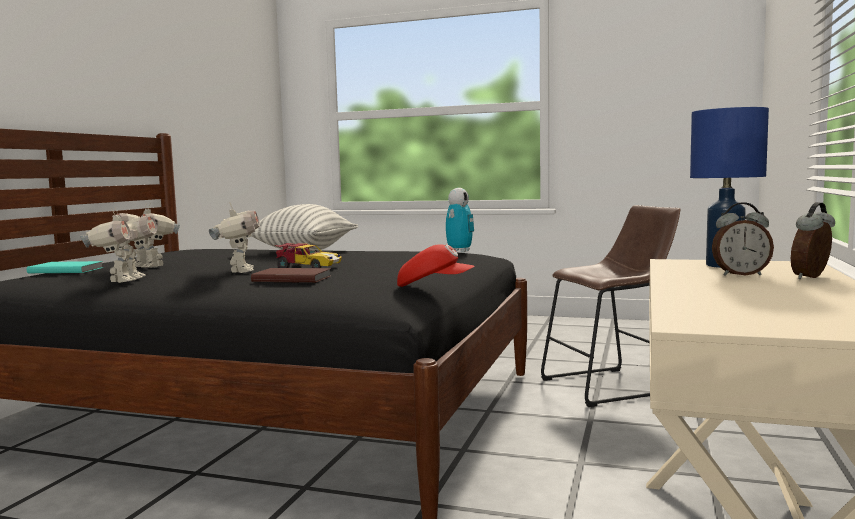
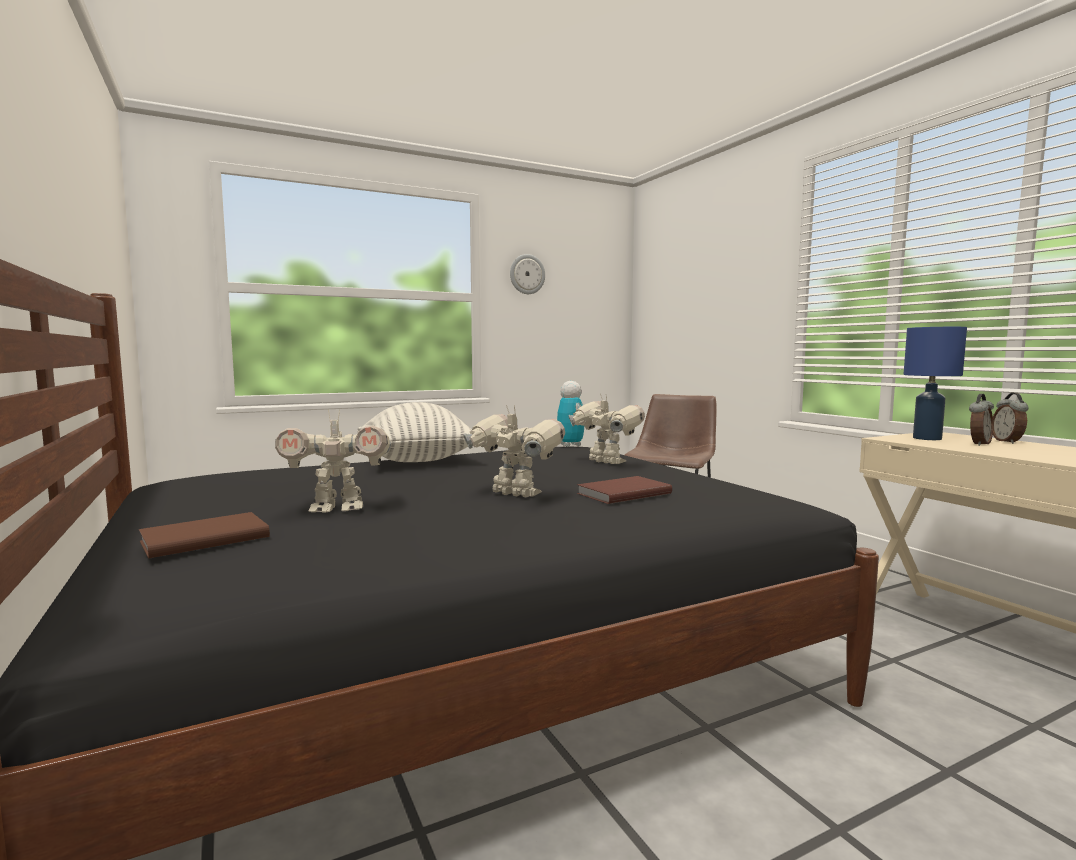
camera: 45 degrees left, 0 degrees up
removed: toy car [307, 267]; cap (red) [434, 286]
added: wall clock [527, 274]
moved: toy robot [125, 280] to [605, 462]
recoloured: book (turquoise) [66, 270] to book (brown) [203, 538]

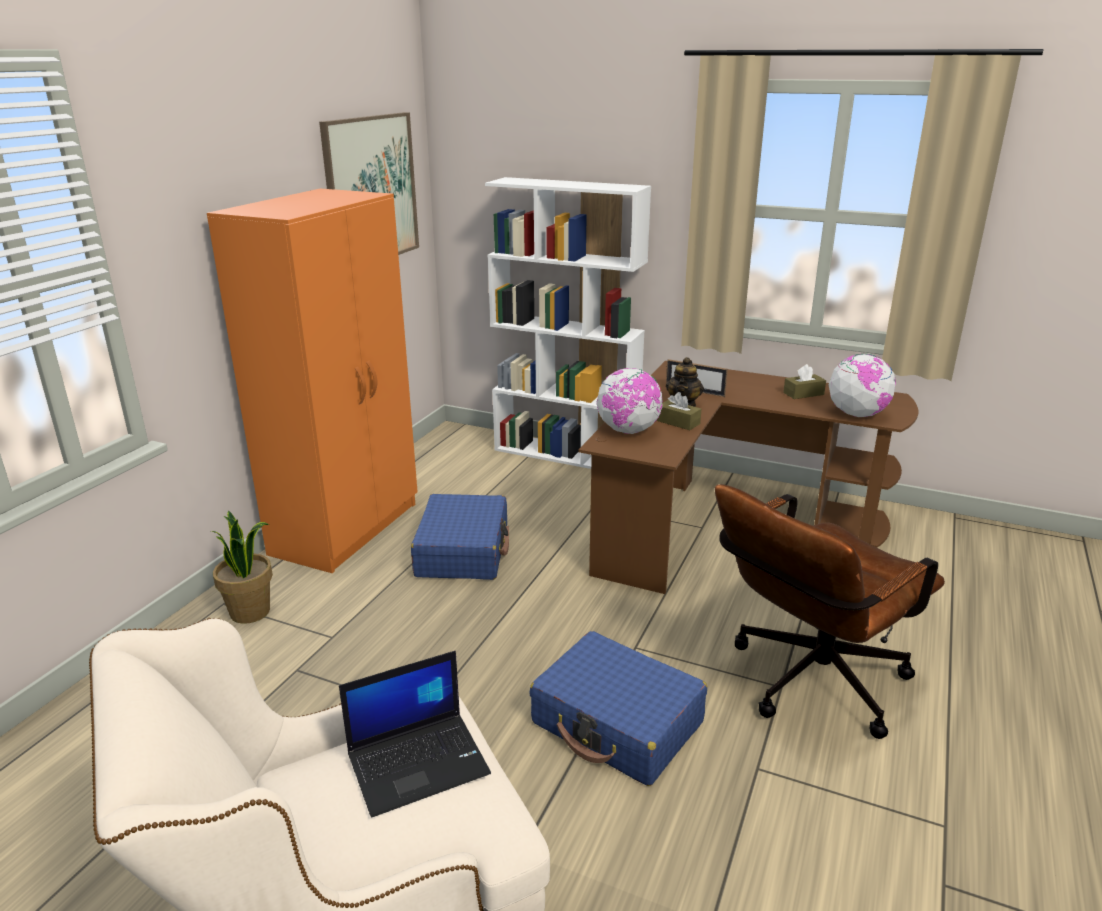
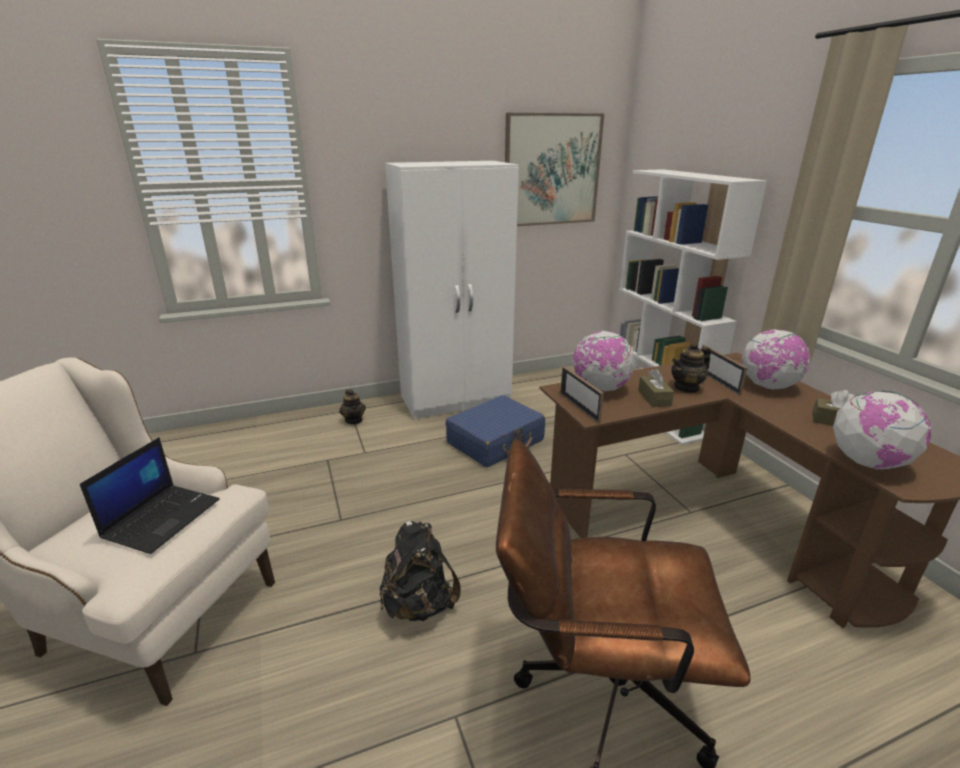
camera: 45 degrees right, 0 degrees up
added: picture frame [579, 407]; globe [768, 386]
replaced: potted plant [251, 612] to teapot [354, 420]; suitcase (blue) [617, 723] to backpack (black) [419, 604]
recoloured: wardrobe (orange) [348, 528] to wardrobe (white) [456, 399]
turned: laptop [419, 762] = [162, 517] 90 degrees counterclockwise

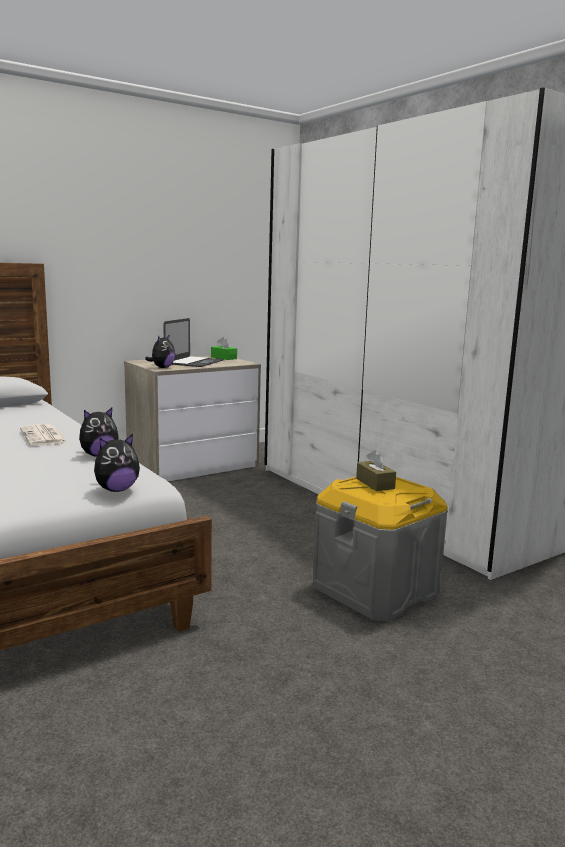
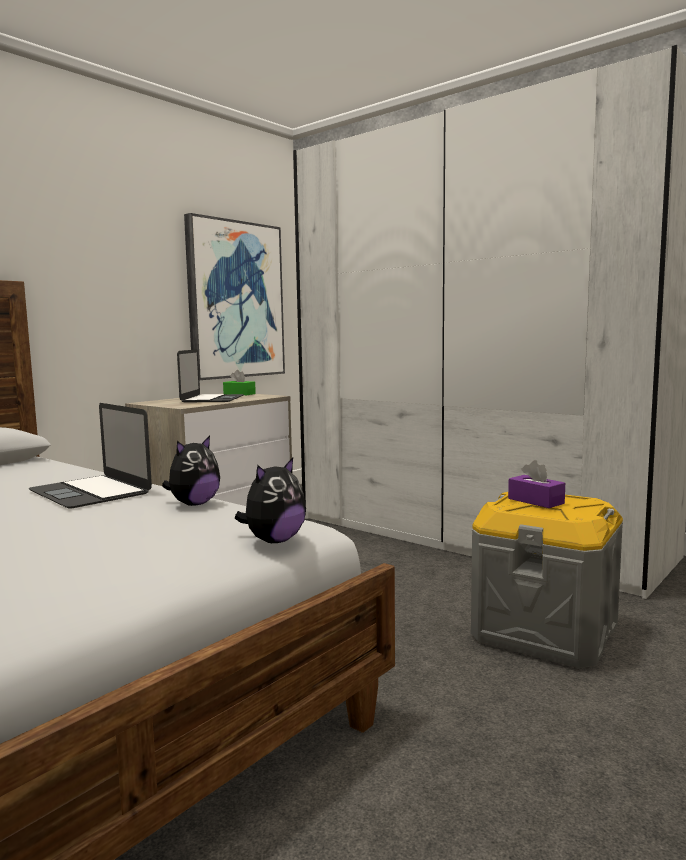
camera: 15 degrees left, 5 degrees down
removed: plush toy [162, 367]
added: picture [235, 300]
replaced: newspaper [44, 436] to laptop [90, 492]
recoloured: tissue box (brown) [375, 483] to tissue box (purple) [535, 501]

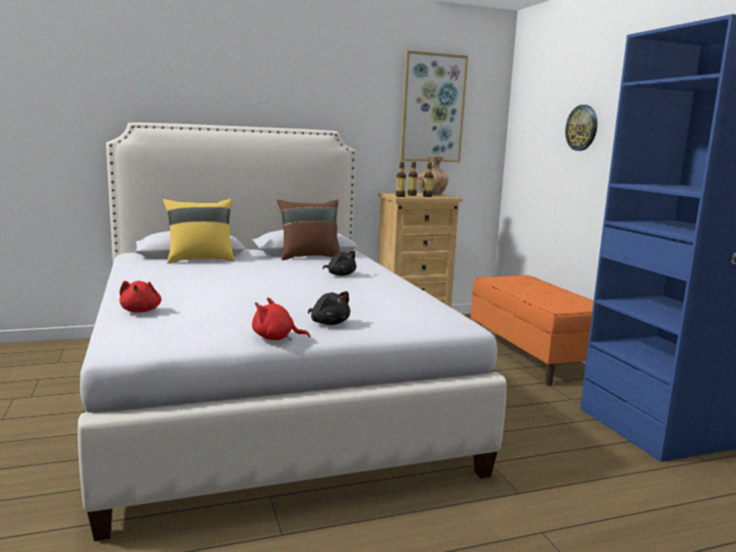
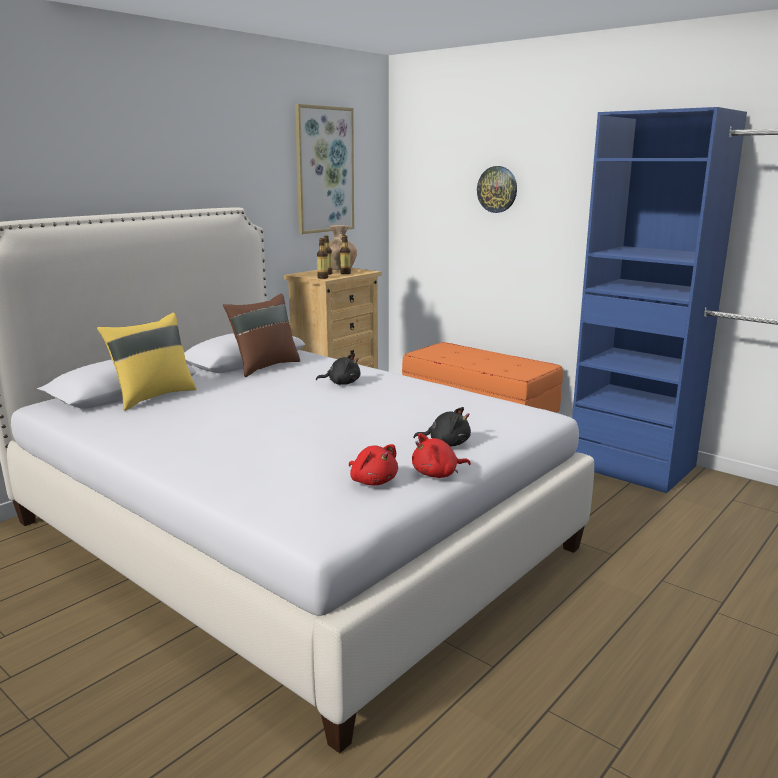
camera: 30 degrees left, 5 degrees up
moved: plush toy (red) [141, 311] to [373, 481]

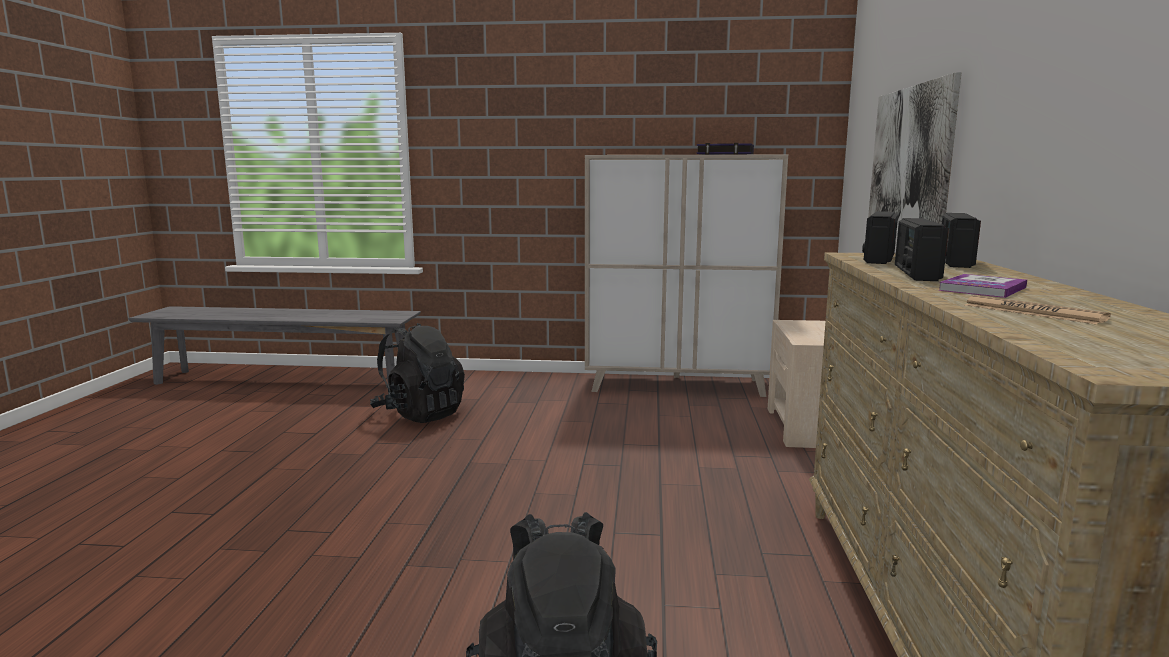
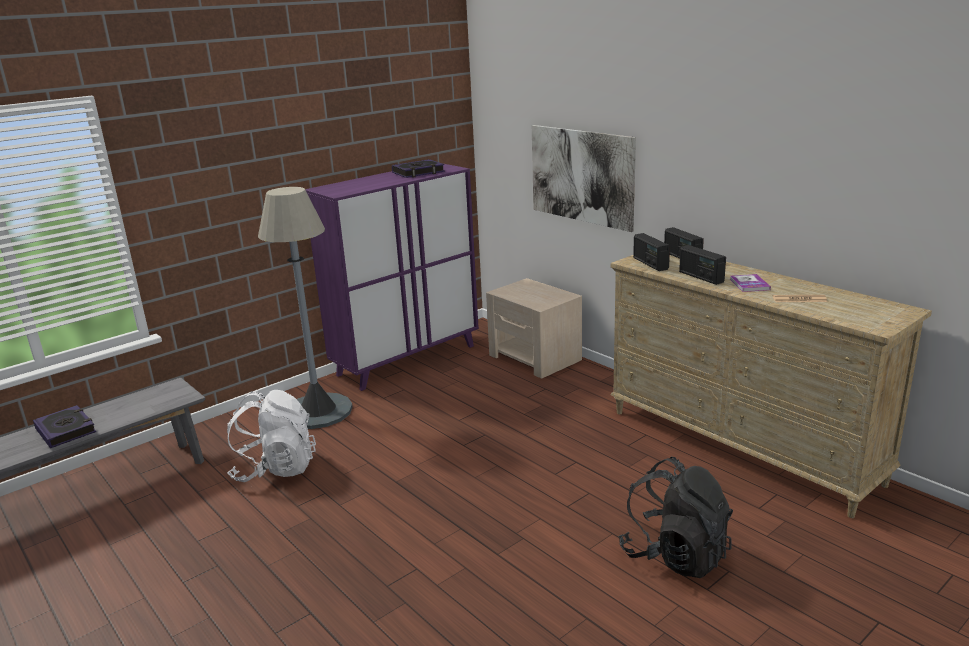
camera: 45 degrees left, 10 degrees up
added: book [66, 430]; floor lamp (grey) [317, 411]
recoloured: backpack (black) [419, 414] to backpack (white) [275, 469]; cabinet (beige) [677, 385] to cabinet (purple) [407, 360]

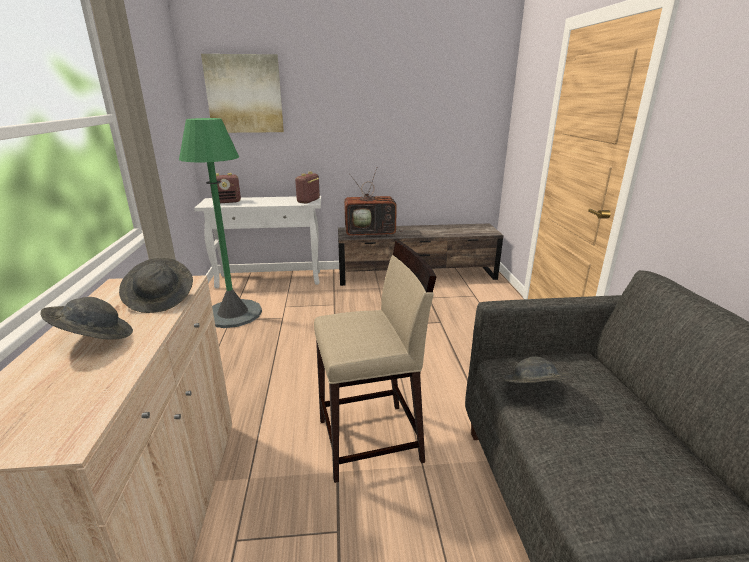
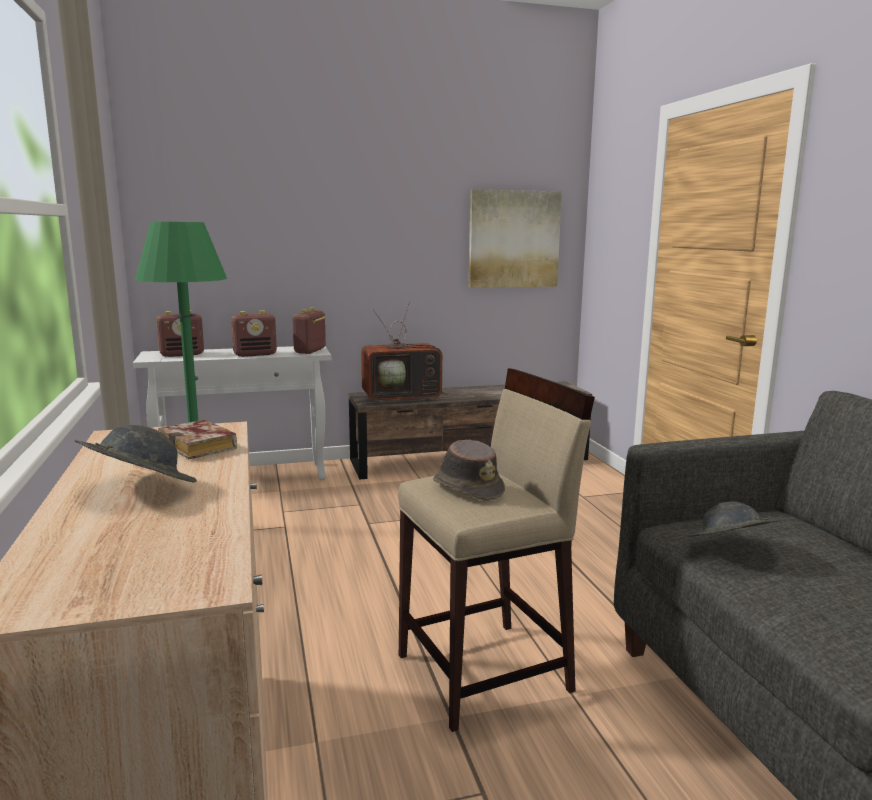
camera: 10 degrees left, 10 degrees down
added: radio [255, 354]; hat (brown) [468, 488]
moved: picture [244, 94] to [513, 239]
replaced: hat (grey) [160, 299] to book [201, 447]

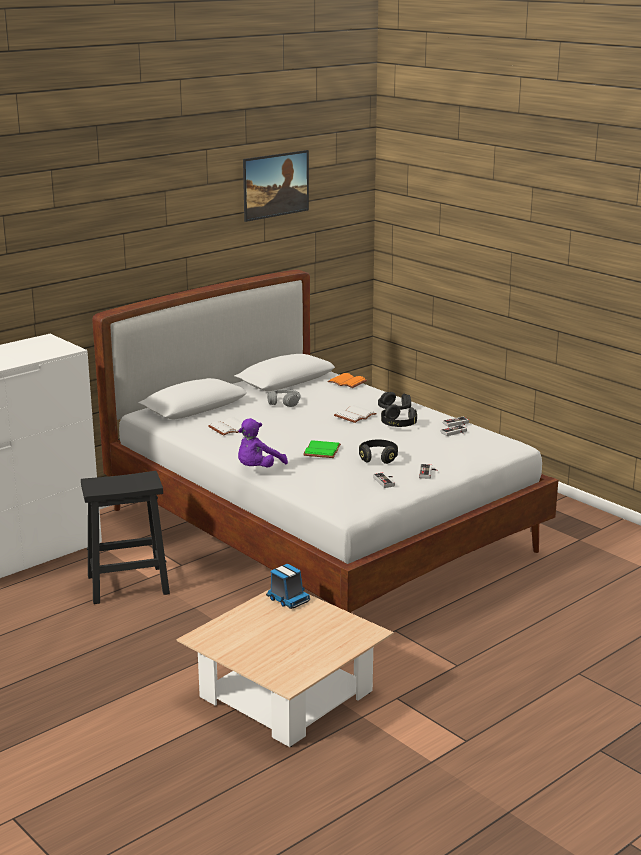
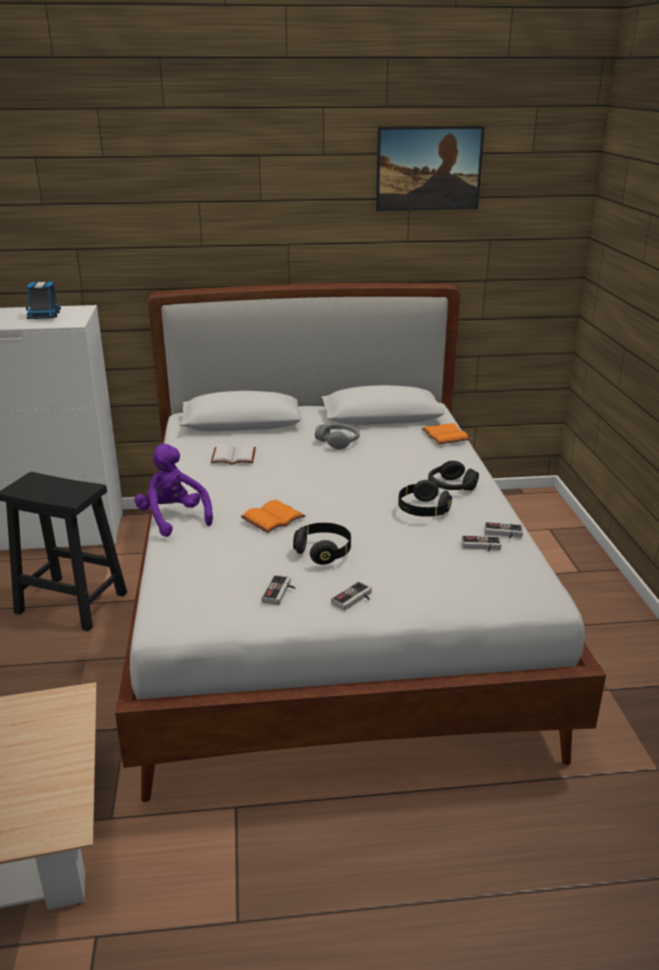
camera: 35 degrees right, 5 degrees up
removed: book (white) [355, 416]
moved: toy truck [287, 599] to [44, 315]
recoloured: book (green) [323, 451] to book (orange) [273, 519]
turned: plush toy (purple) [258, 469] = [173, 518] 75 degrees clockwise

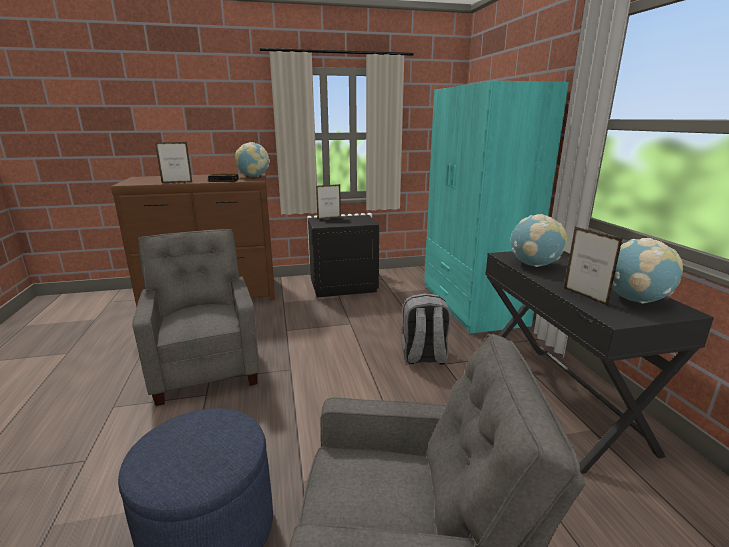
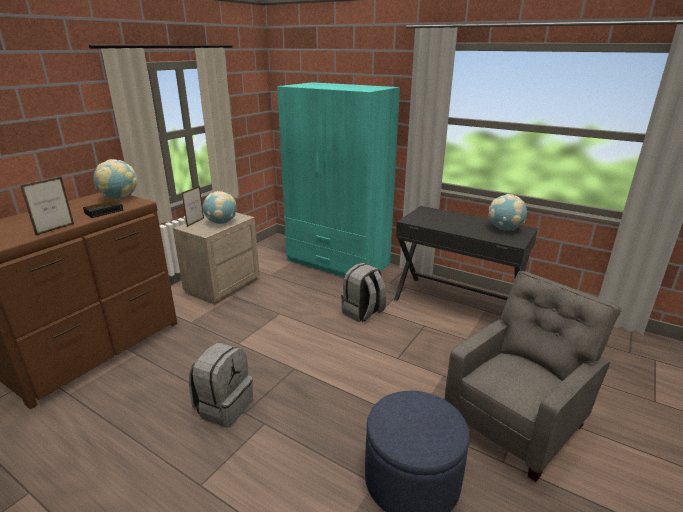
camera: 45 degrees left, 5 degrees up
removed: picture frame [584, 297]
moved: globe [534, 265] to [221, 222]
replaced: armchair (grey) [206, 367] to backpack (grey) [224, 406]
recoloured: nightstand (black) [343, 287] to nightstand (beige) [222, 285]

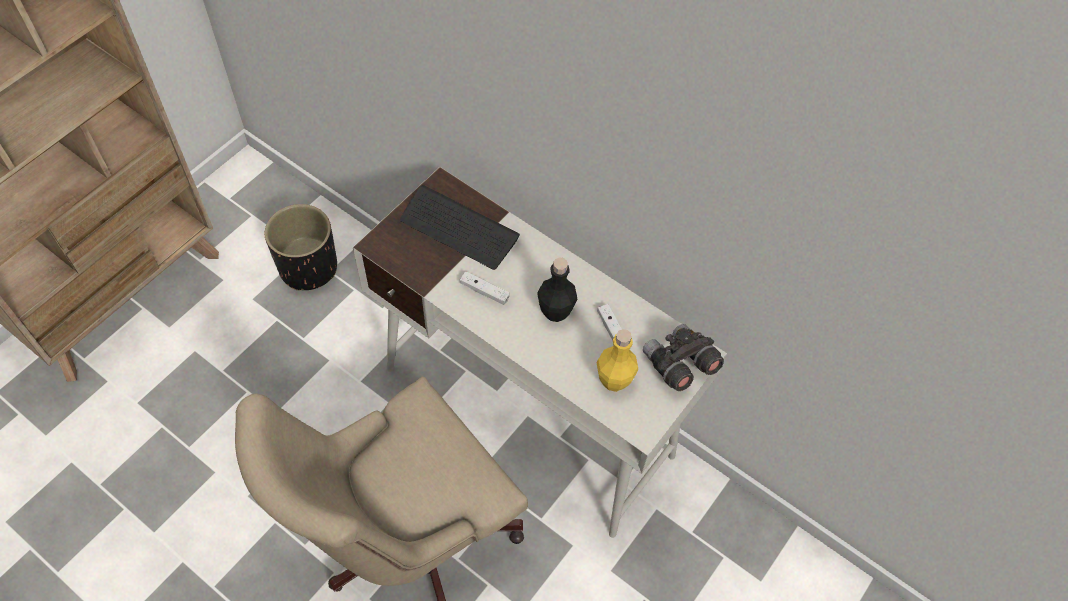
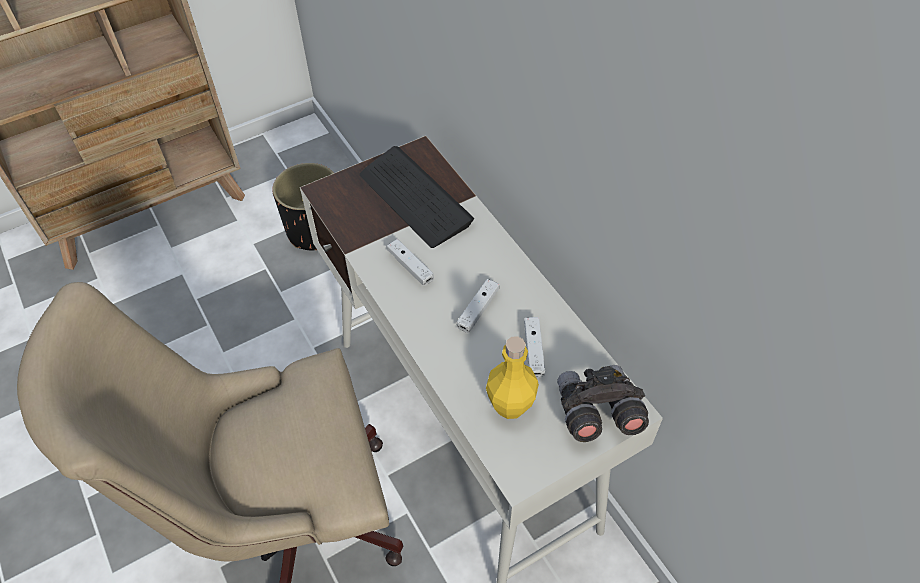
camera: 25 degrees right, 5 degrees down
replaced: bottle (black) [555, 311] to game controller (white) [478, 310]

